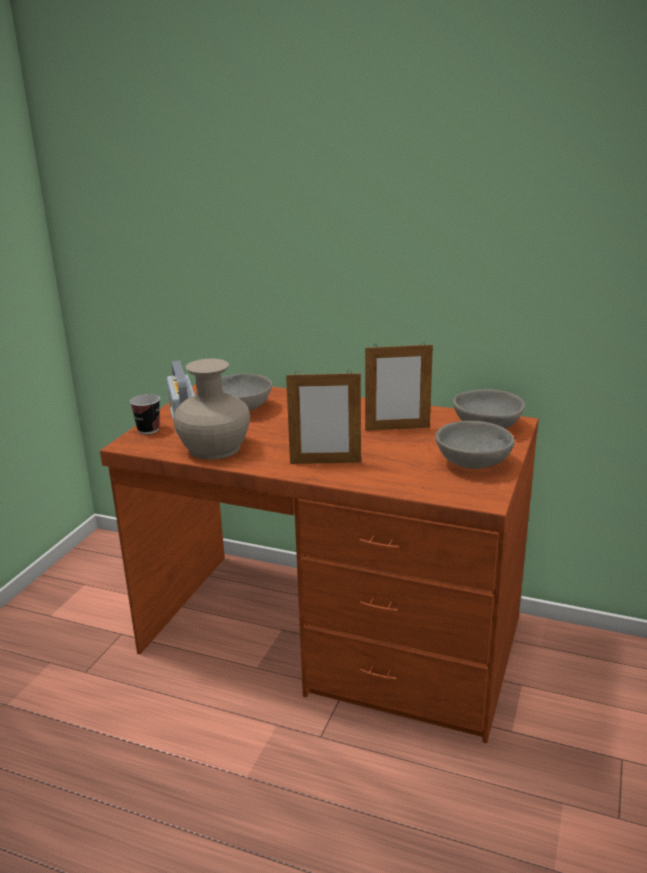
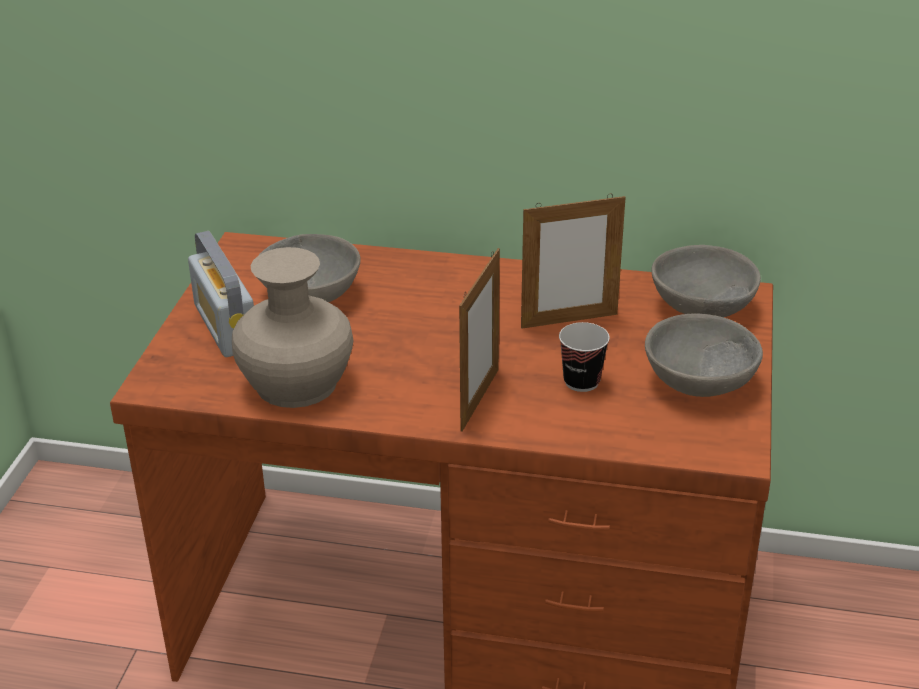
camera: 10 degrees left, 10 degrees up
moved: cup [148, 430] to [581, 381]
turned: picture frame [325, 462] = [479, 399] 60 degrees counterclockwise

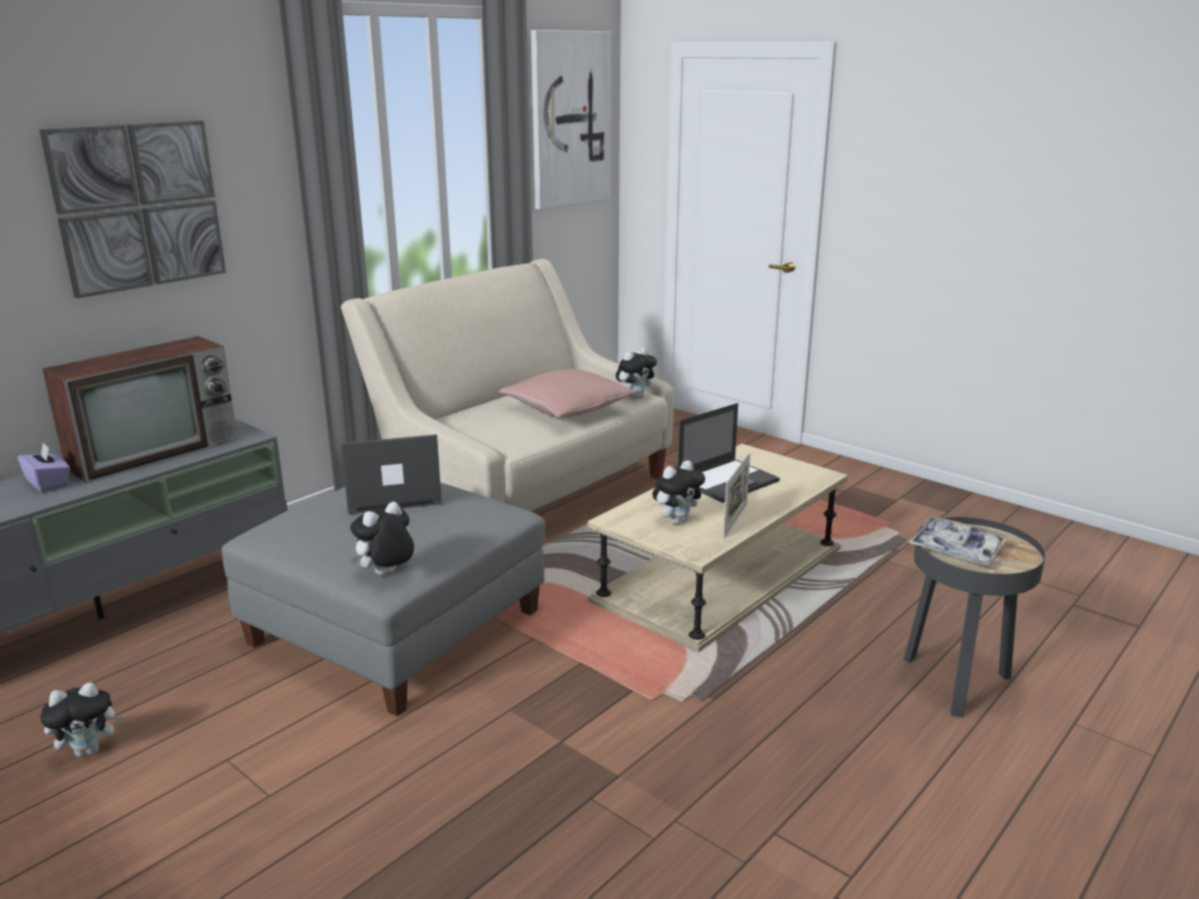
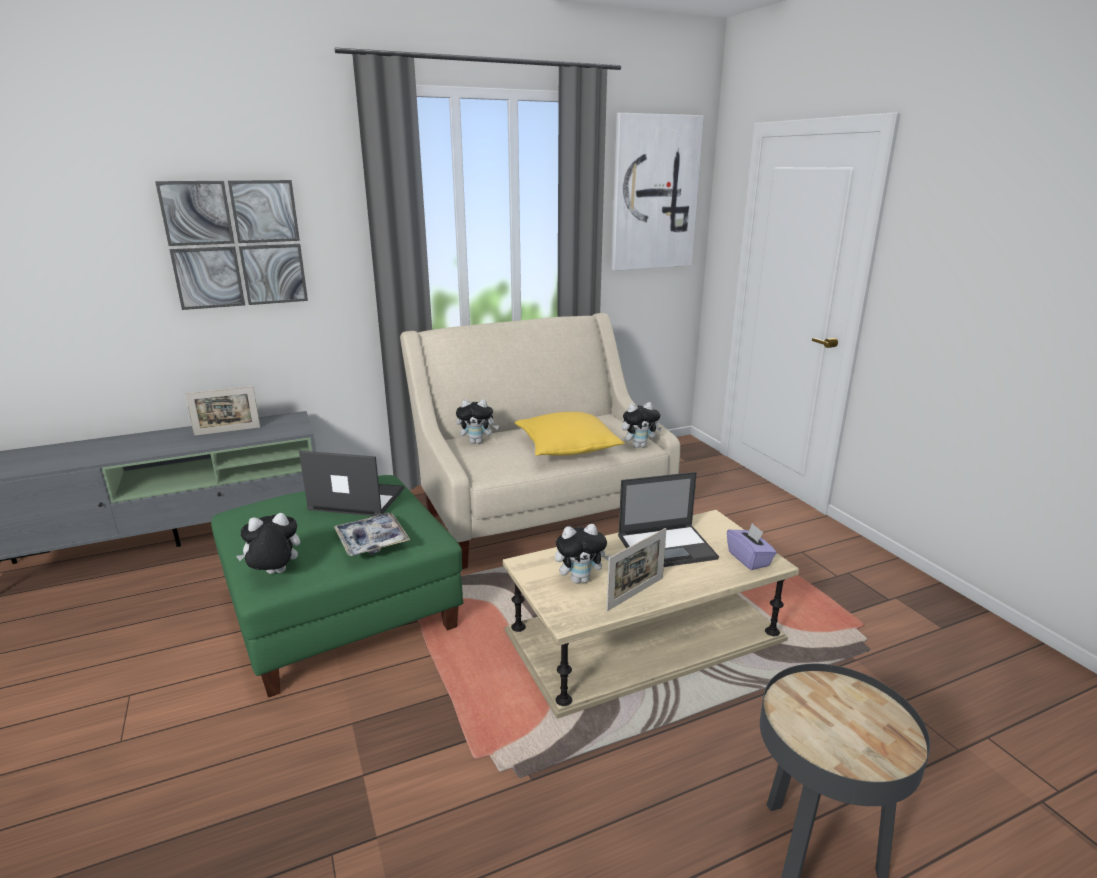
camera: 25 degrees right, 0 degrees up
moved: tray [956, 549] to [372, 541]; plush toy [90, 750] to [477, 442]; tissue box (purple) [48, 483] to [749, 559]
replaced: television [156, 451] to picture frame [227, 431]
recoloured: ottoman (grey) [396, 628] to ottoman (green) [341, 612]; pillow (pink) [567, 410] to pillow (yellow) [567, 448]

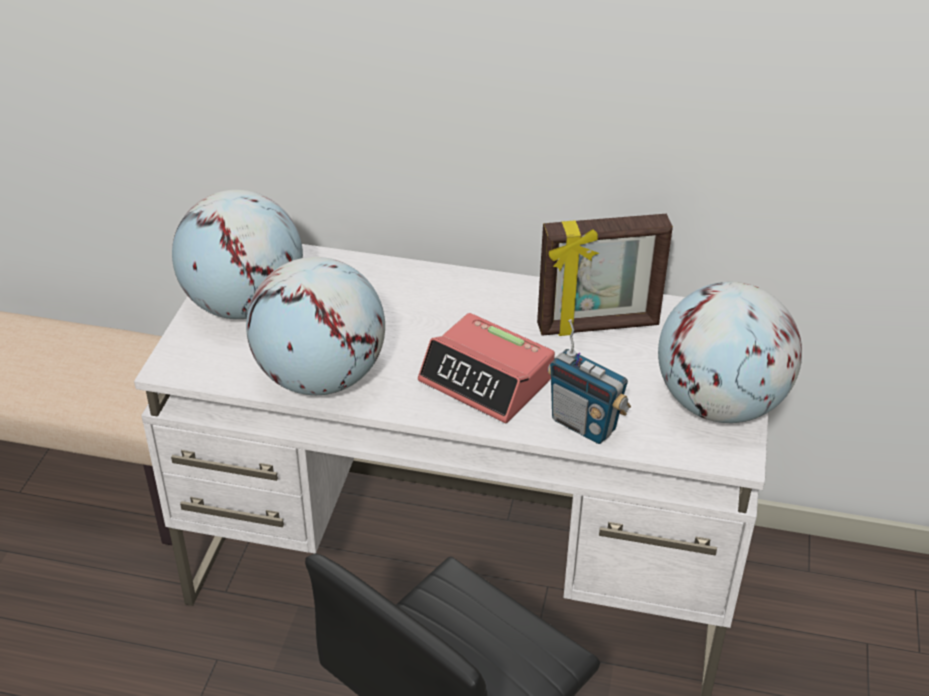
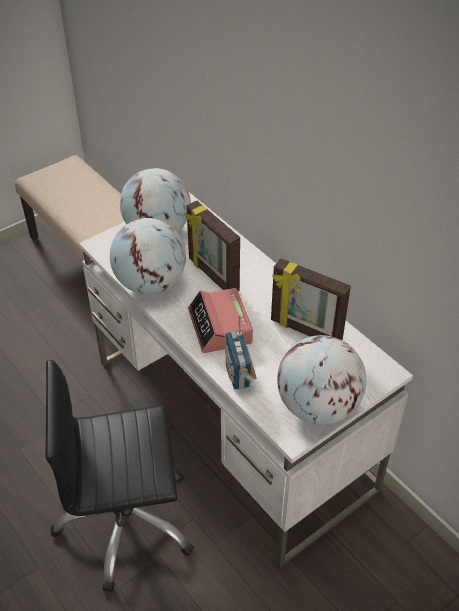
camera: 40 degrees right, 5 degrees up
added: picture frame [212, 275]

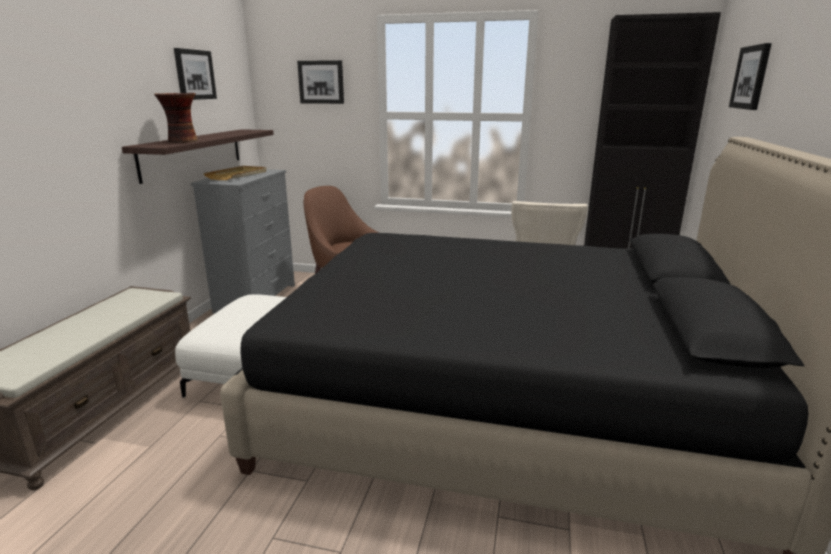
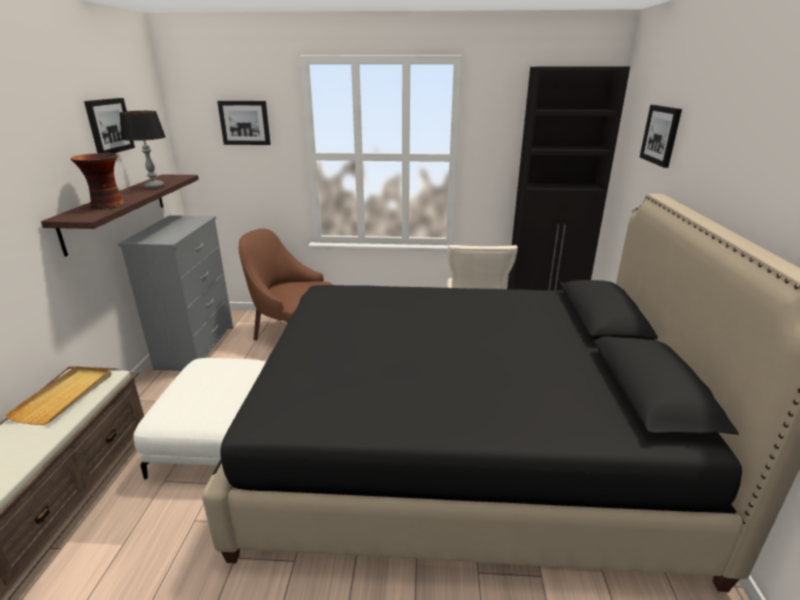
camera: 10 degrees left, 5 degrees up
added: table lamp [154, 187]
moved: tray (beige) [237, 175] to [65, 396]

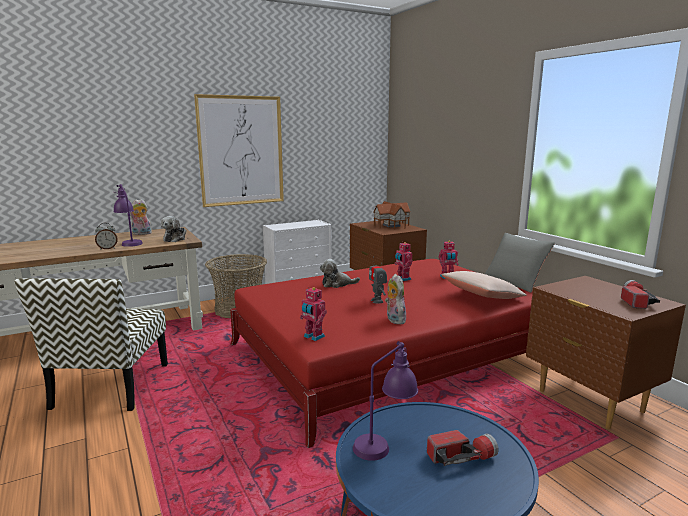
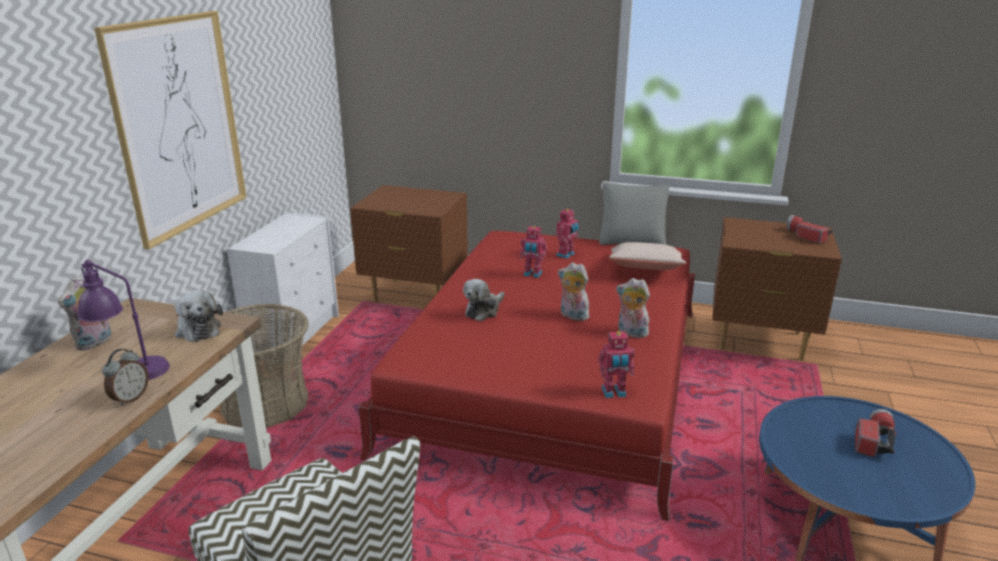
camera: 45 degrees left, 10 degrees up
removed: table lamp (purple) [384, 443]; toy house [390, 225]
replaced: toy robot [377, 301] to plush toy [572, 316]

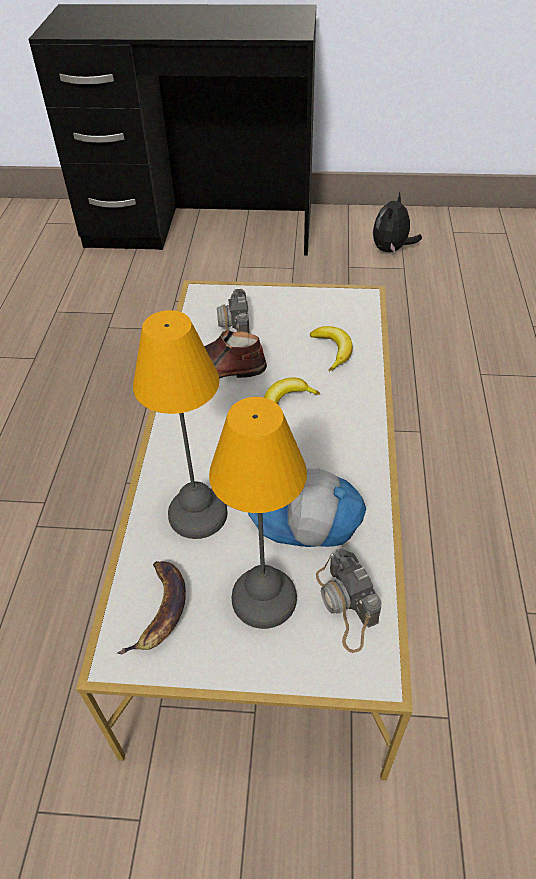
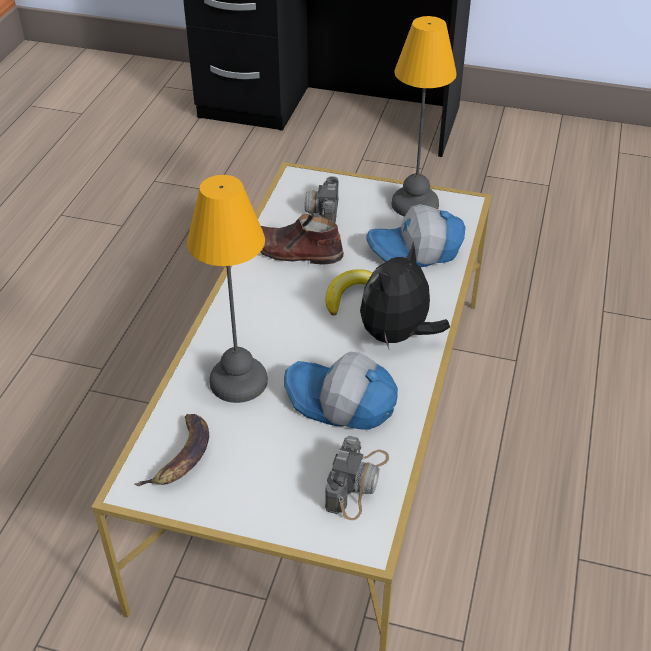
camera: 10 degrees right, 5 degrees down
moved: plush toy [391, 250] to [397, 336]; table lamp [263, 596] to [414, 203]
replaced: banana [332, 350] to cap [416, 251]
turned: photo camera [346, 605] = [357, 482] 150 degrees counterclockwise

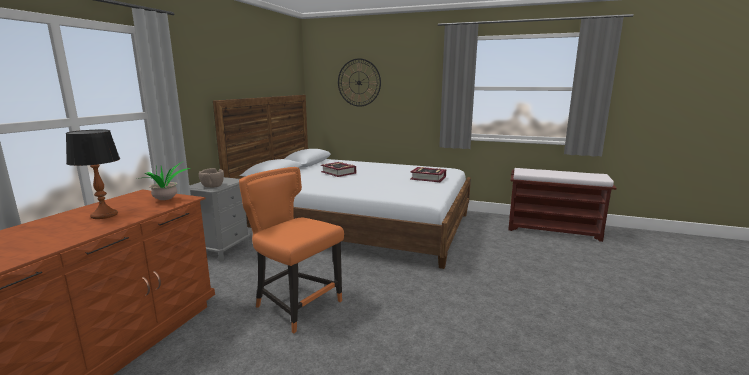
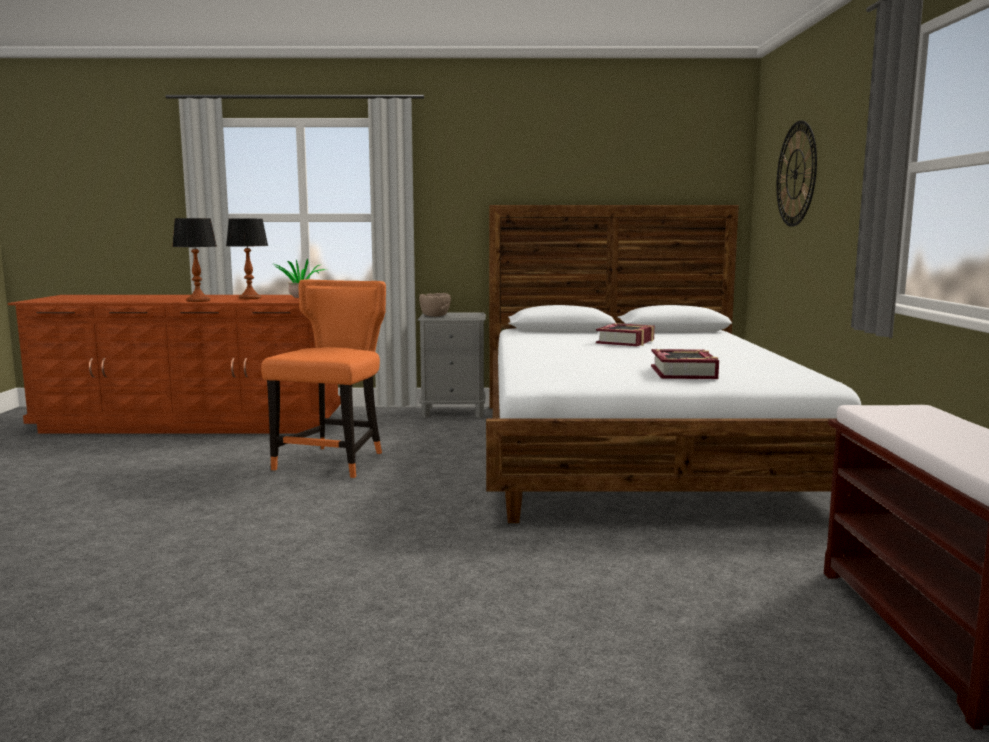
camera: 70 degrees right, 5 degrees down
added: table lamp [198, 301]

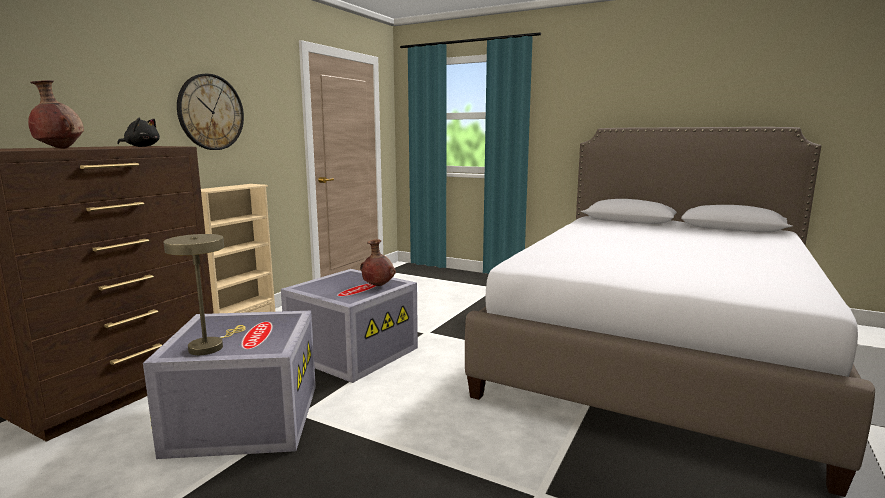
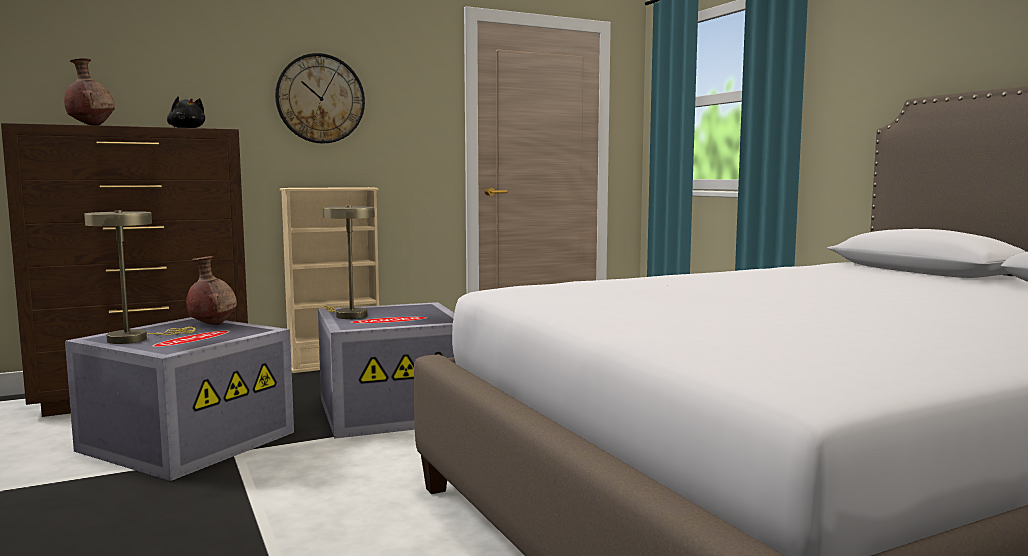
camera: 35 degrees right, 5 degrees down
added: table lamp (beige) [348, 315]
moved: vase (brown) [377, 286] to [212, 325]

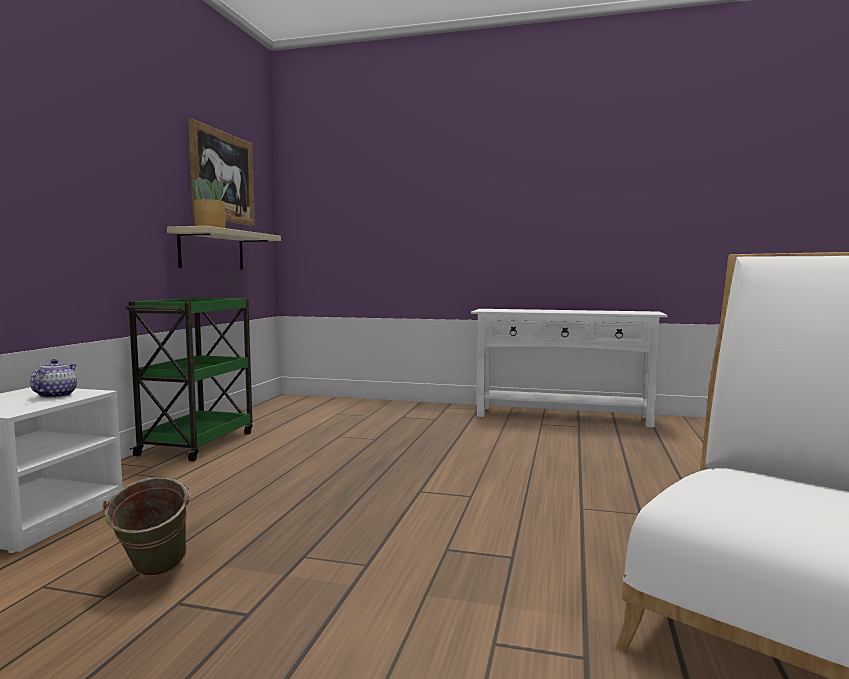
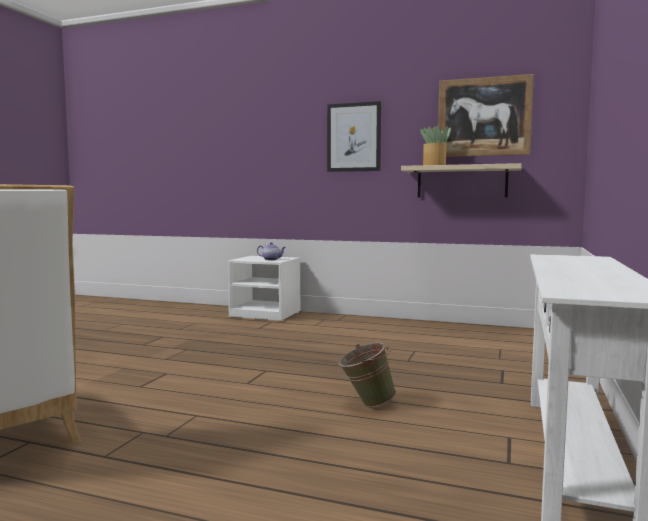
camera: 95 degrees right, 0 degrees up
removed: cart (green) [198, 443]
added: picture [354, 137]
moved: bucket (green) [153, 575] to [366, 404]

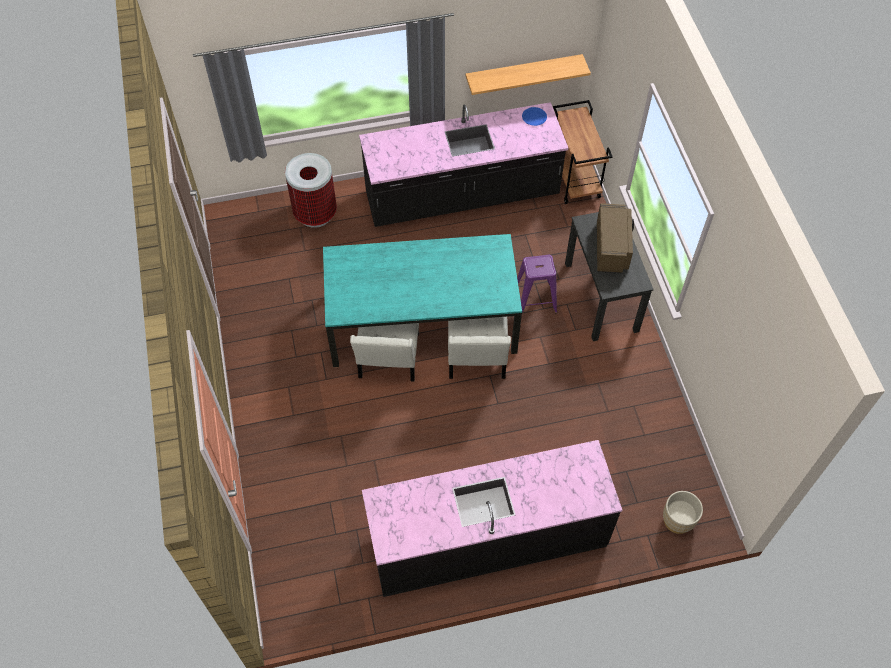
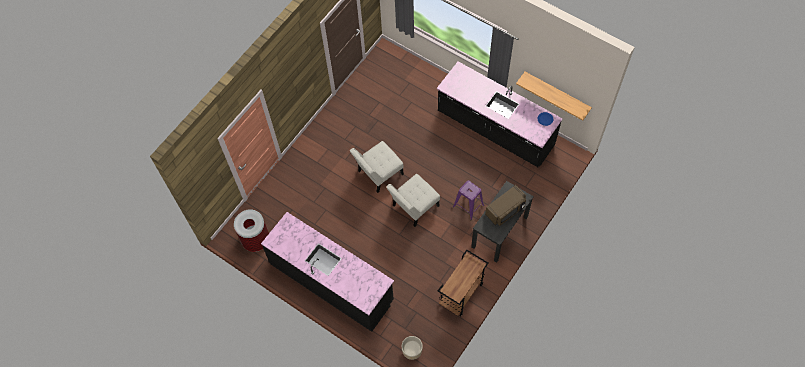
camera: 50 degrees right, 5 degrees up
removed: dining table (turquoise) [422, 321]
moved: trash can [315, 213] to [256, 240]; cart (brown) [575, 179] to [461, 294]

